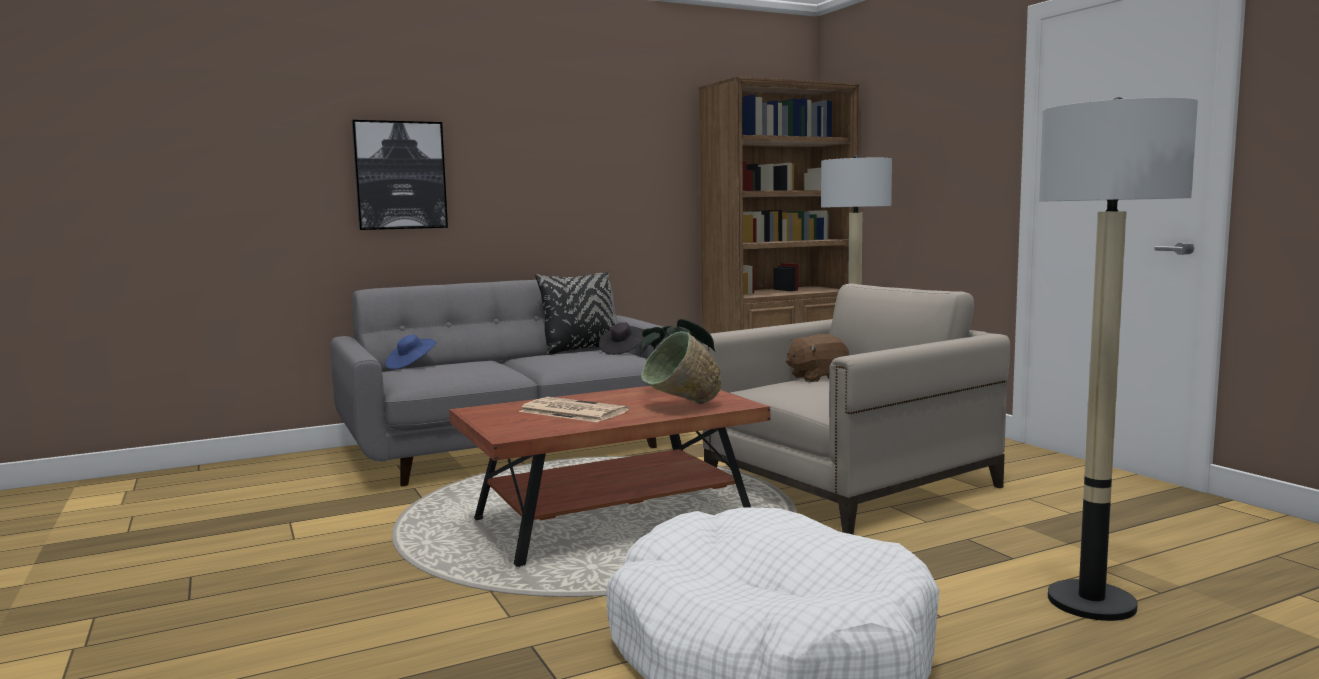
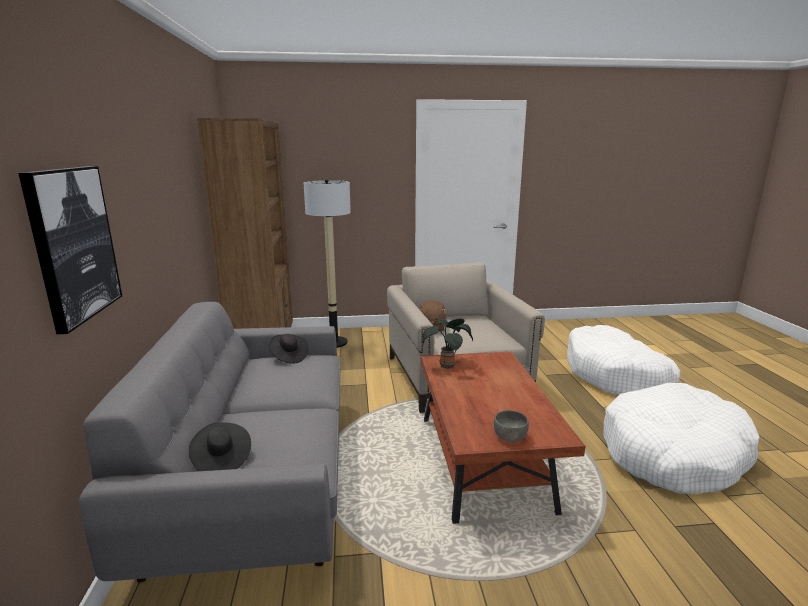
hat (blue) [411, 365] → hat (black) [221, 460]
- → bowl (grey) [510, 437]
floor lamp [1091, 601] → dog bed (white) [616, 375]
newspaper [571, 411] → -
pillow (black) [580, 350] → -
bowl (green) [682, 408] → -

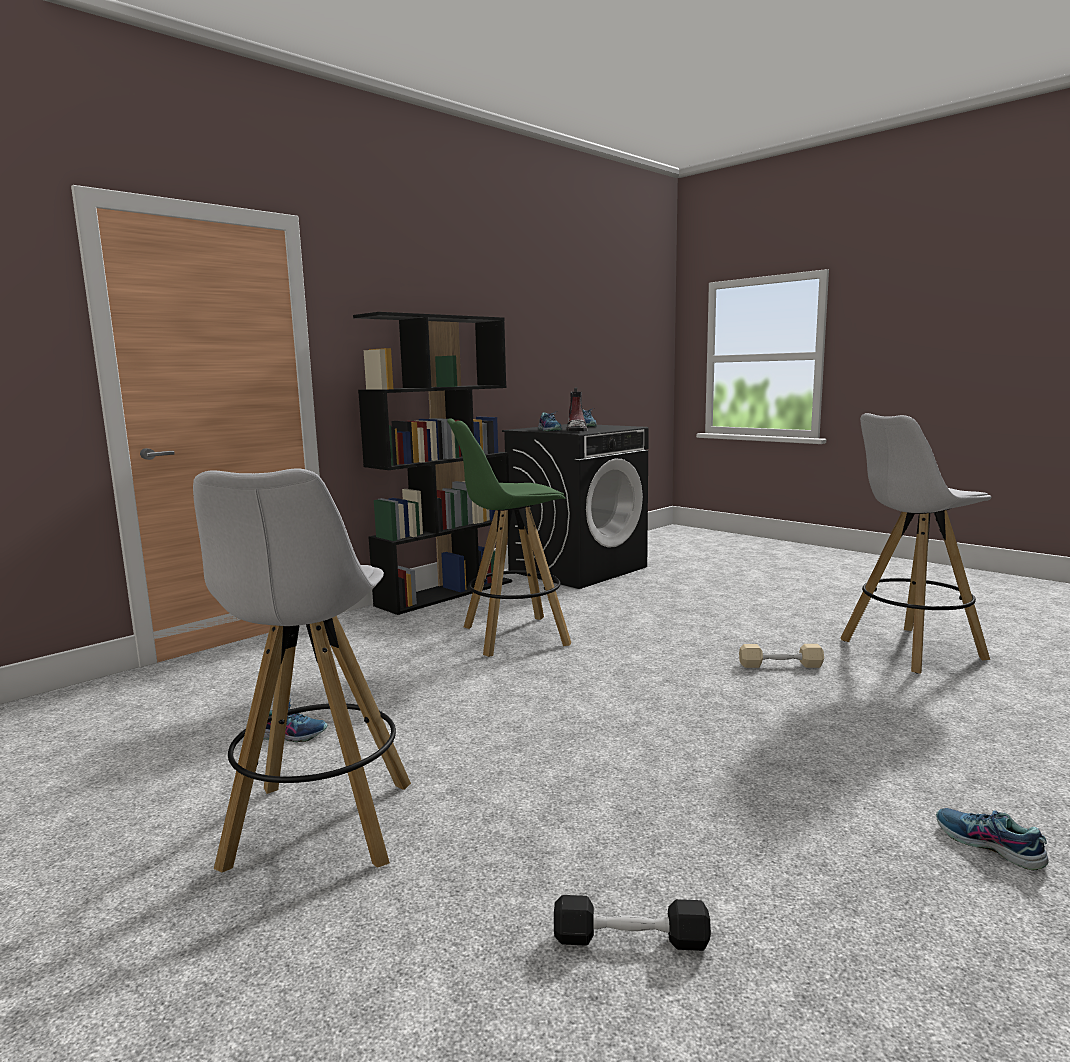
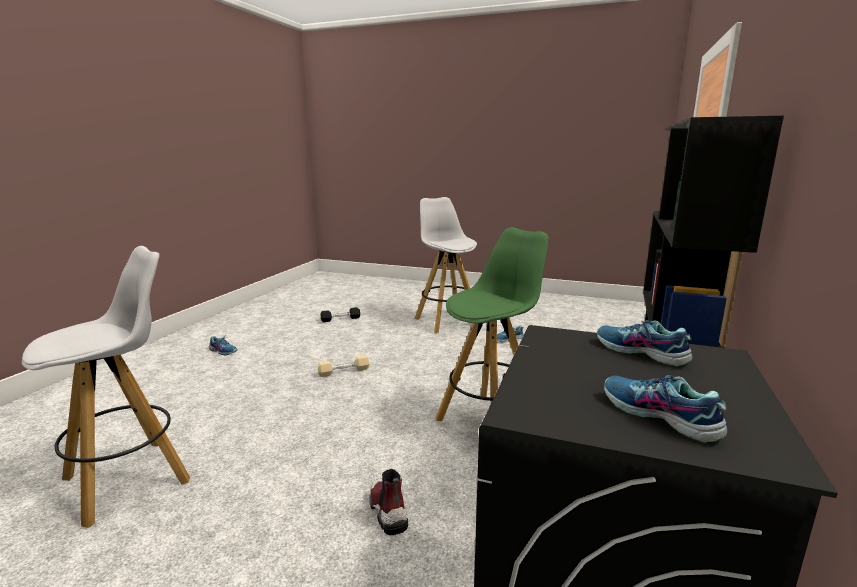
dumbbell (beige) [780, 665] → dumbbell (beige) [344, 371], moved
boot [576, 430] → boot [387, 511], moved

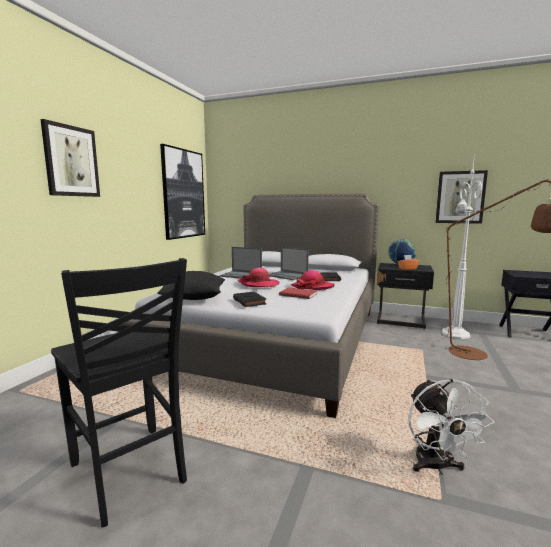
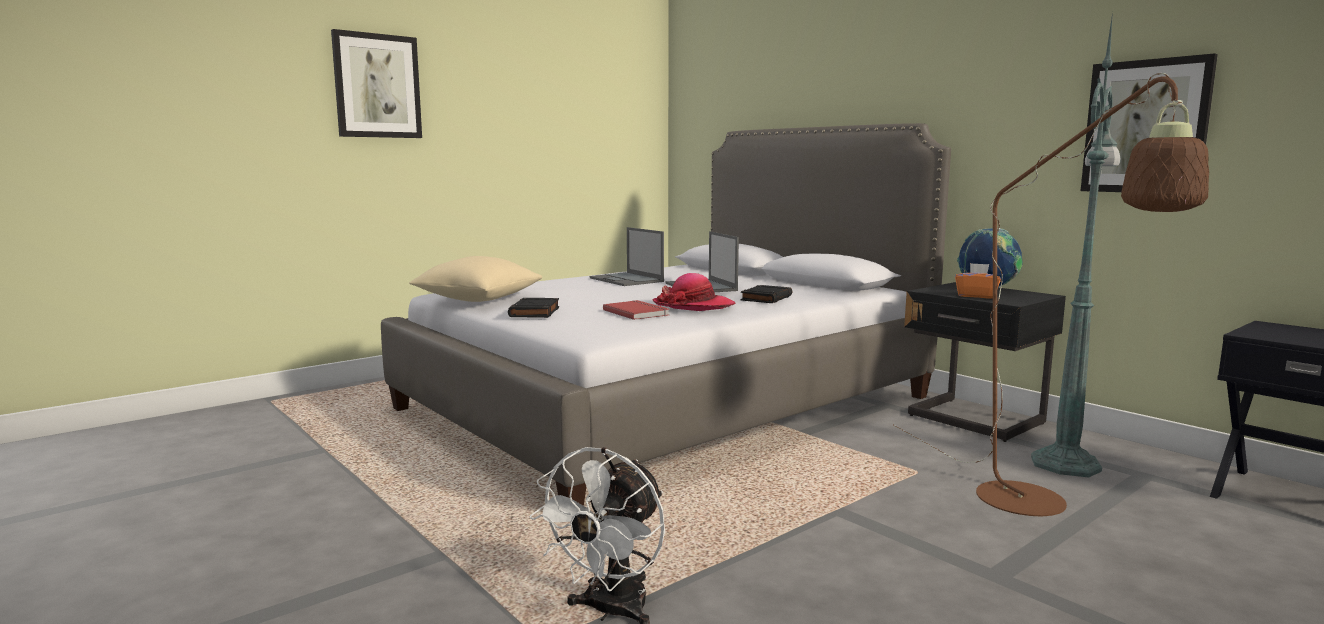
pillow (black) [194, 298] → pillow (beige) [478, 300]
floor lamp (white) [455, 333] → floor lamp (green) [1066, 463]
chair (black) [129, 473] → -
picture [183, 194] → -
hat [258, 284] → -

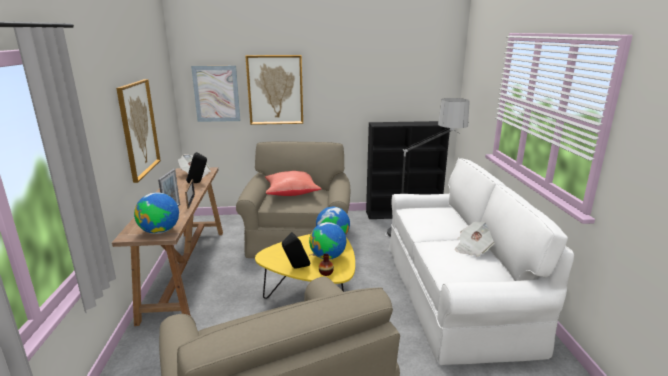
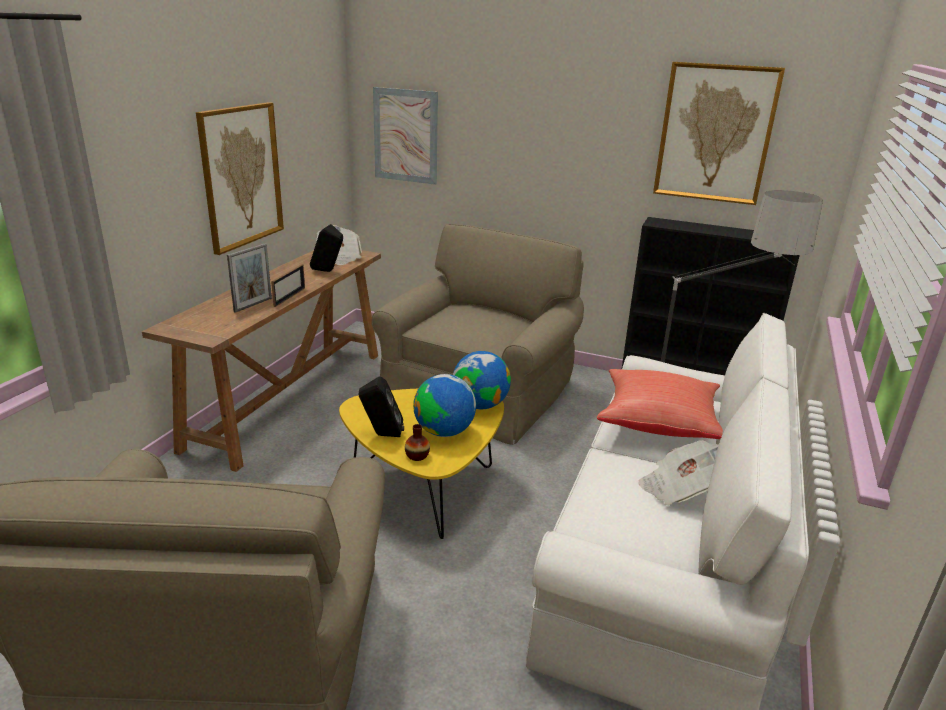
pillow (red) [291, 192] → pillow (red) [658, 422], moved
picture [275, 90] → picture [715, 133], moved
globe [160, 231] → -

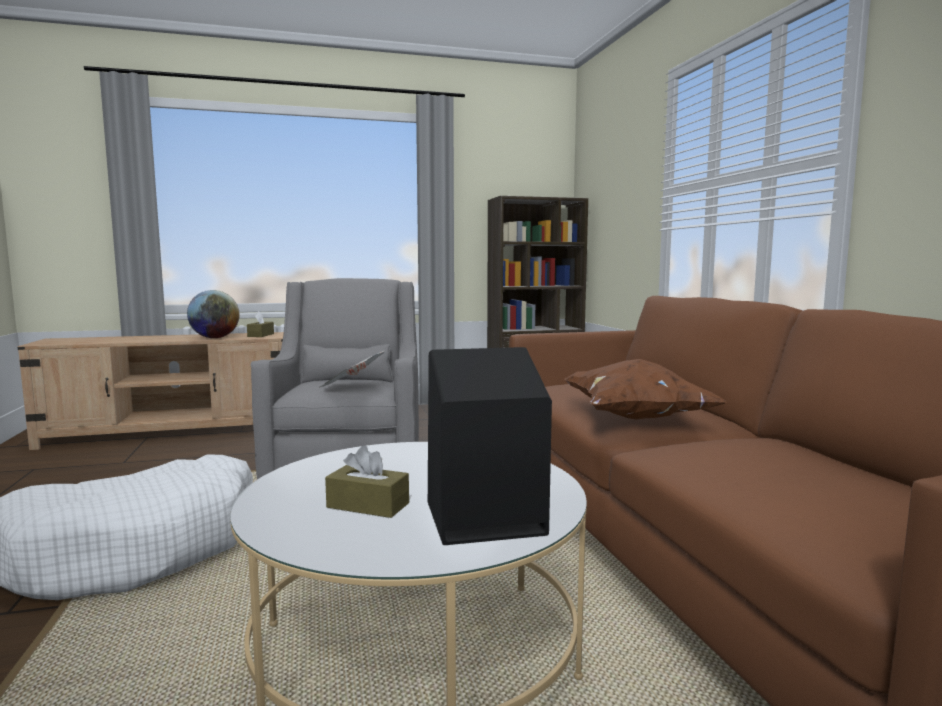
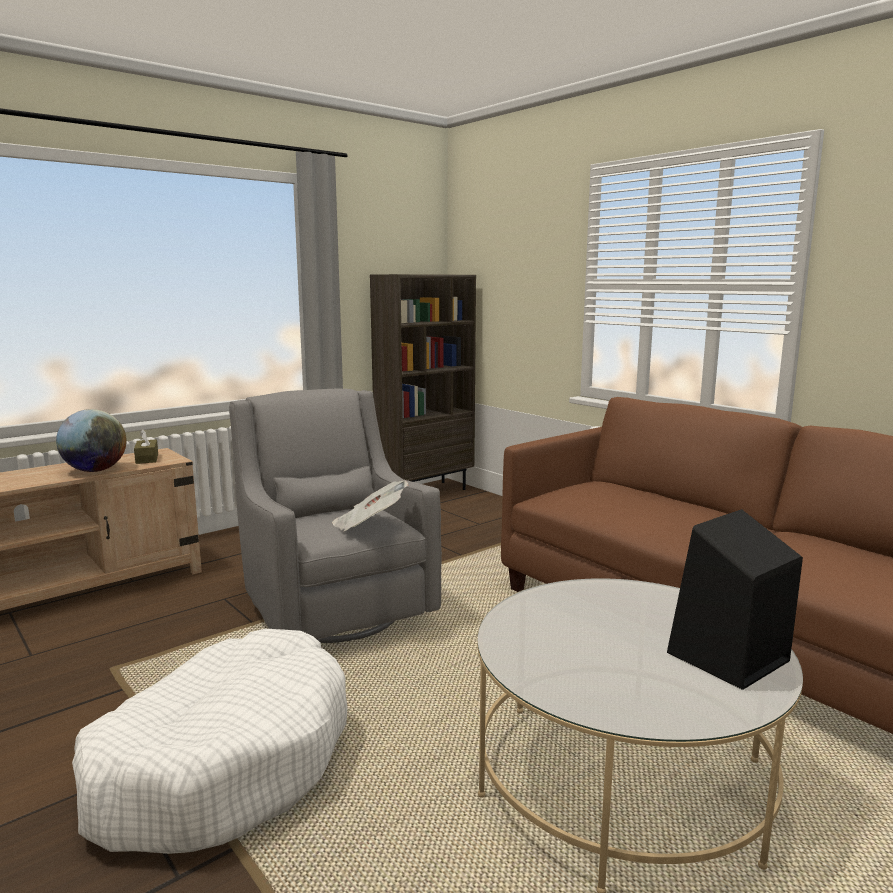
tissue box (brown) [368, 505] → -
pillow (brown) [634, 418] → -

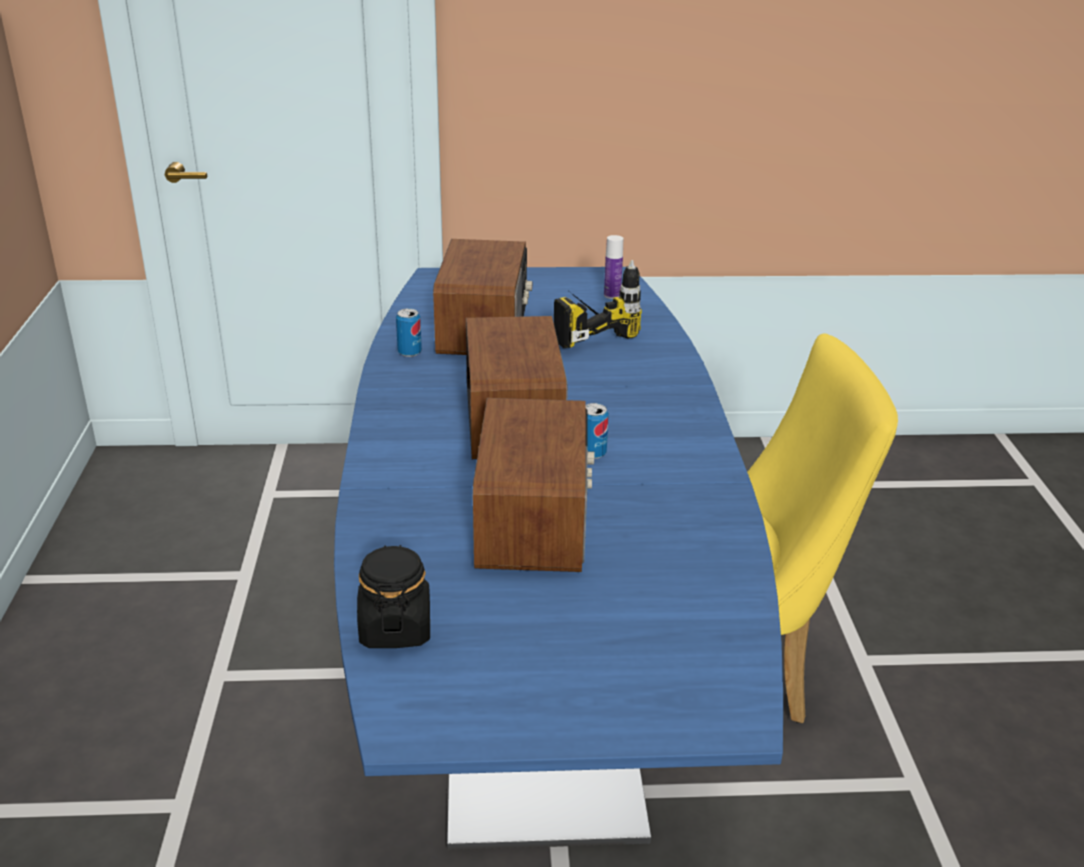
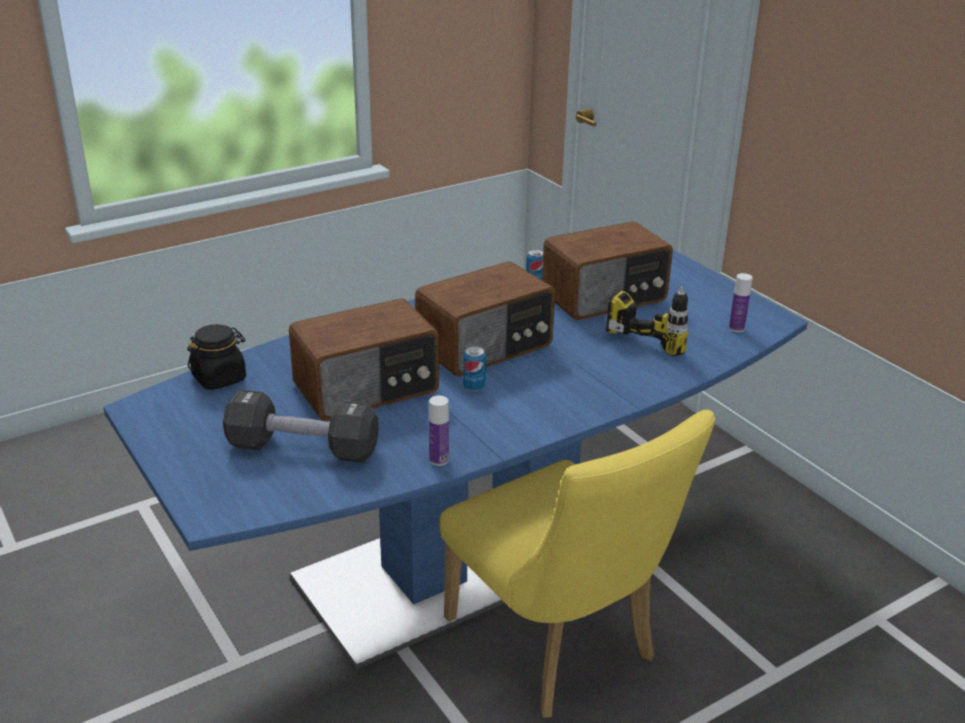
- → dumbbell (black) [303, 448]
- → bottle [439, 460]

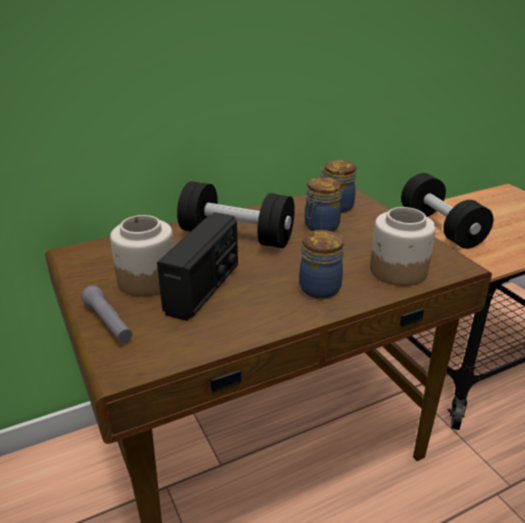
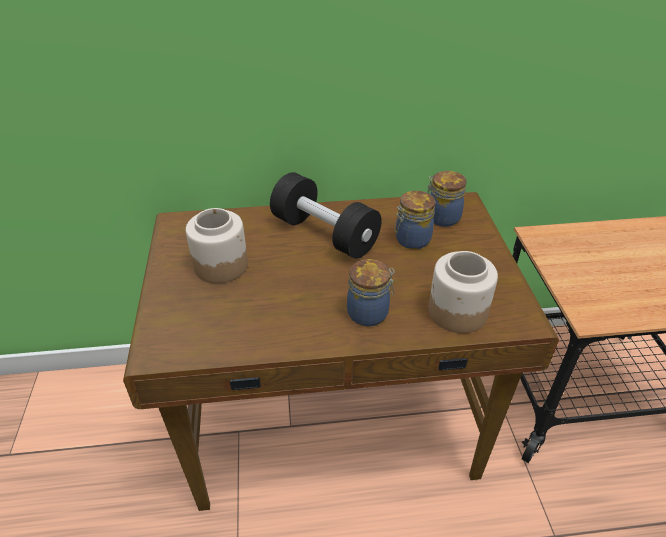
flashlight (grey) [108, 322] → -
radio [203, 288] → -
dumbbell (black) [441, 228] → -

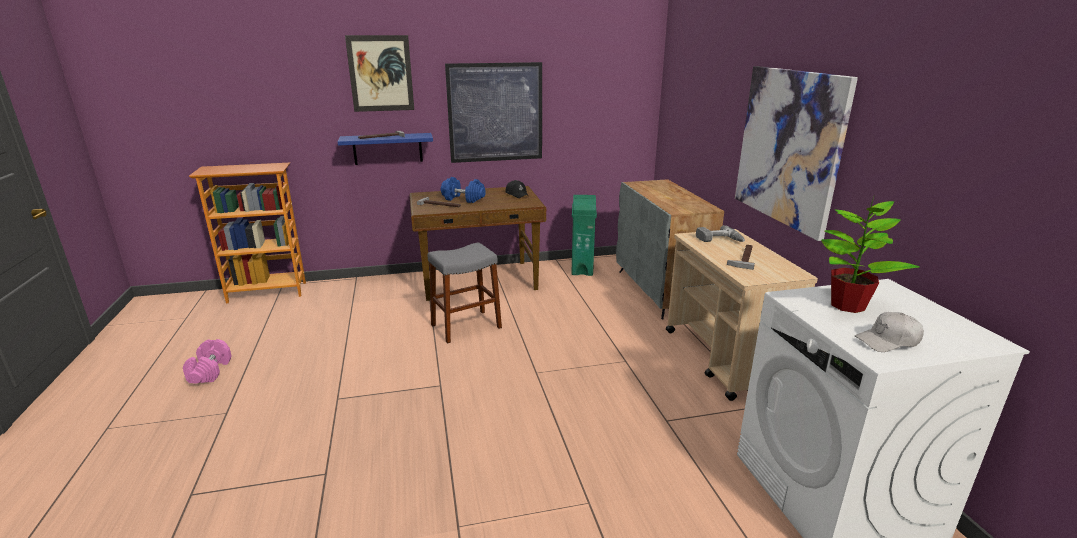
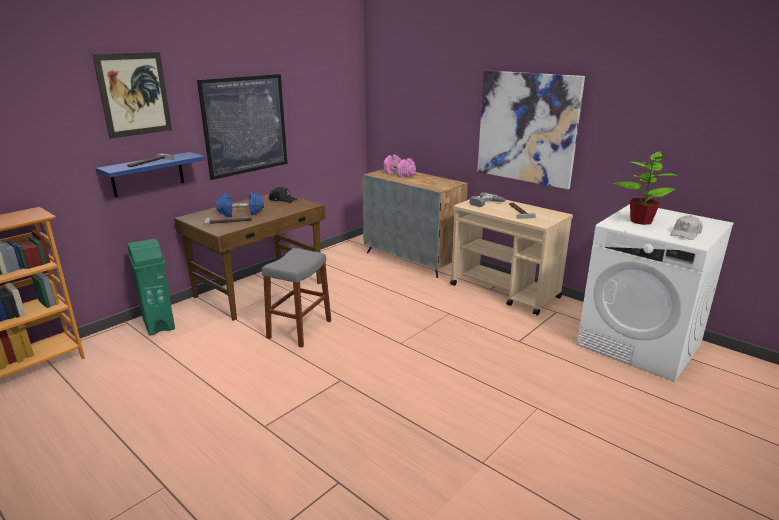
trash can (green) [582, 269] → trash can (green) [159, 324], moved
dumbbell (pink) [210, 371] → dumbbell (pink) [399, 174], moved

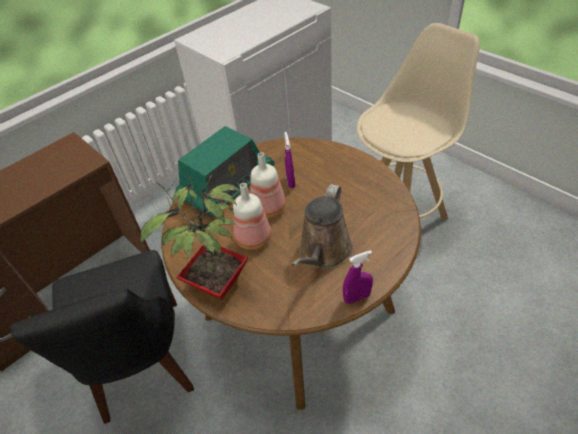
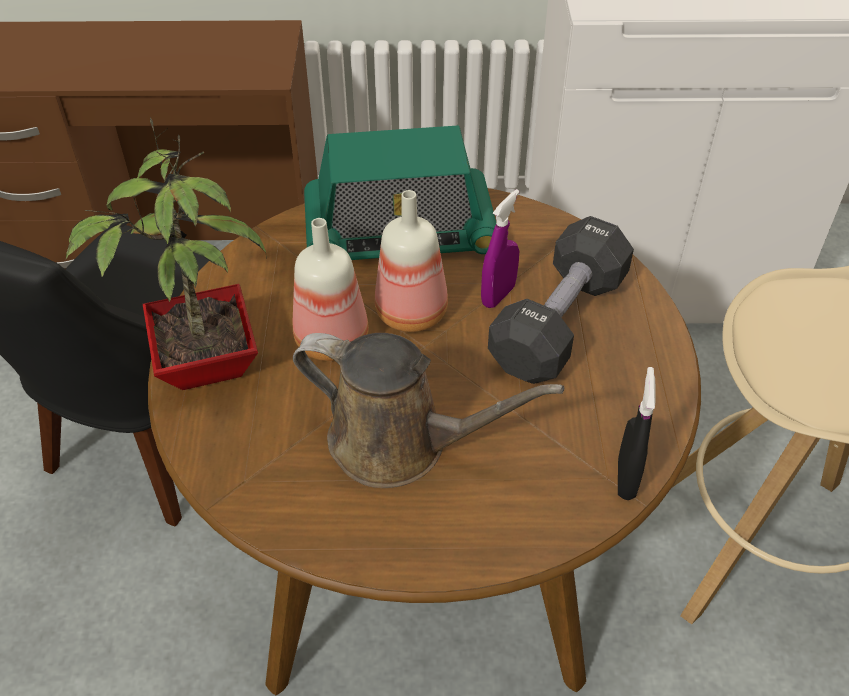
watering can (brown) [323, 252] → watering can (brown) [399, 443], 135 degrees counterclockwise
- → dumbbell (black) [558, 323]
- → spray bottle (black) [626, 479]
spray bottle (purple) [357, 297] → -

